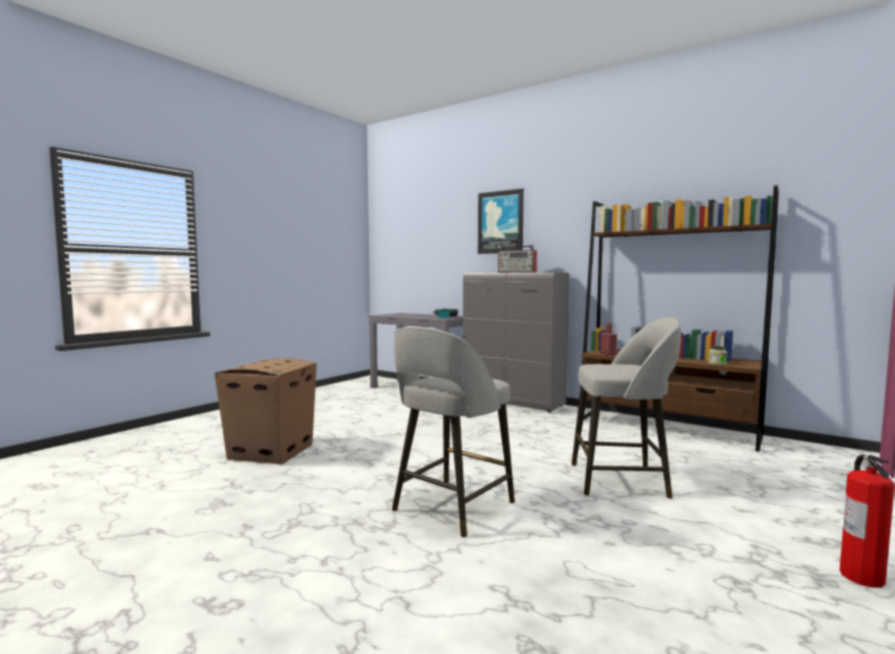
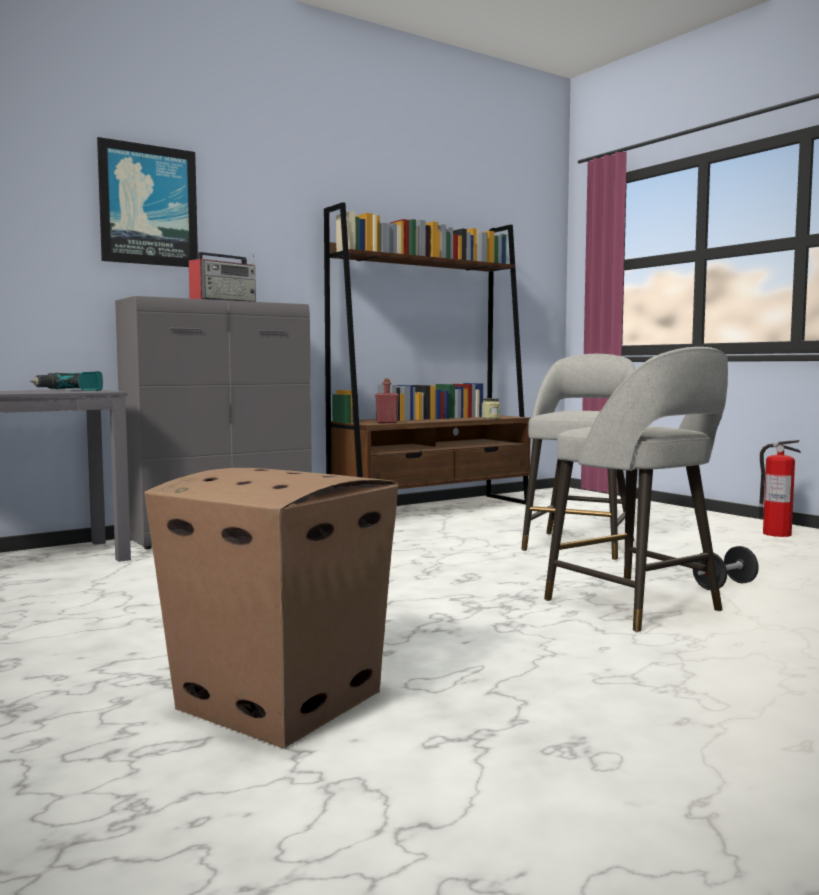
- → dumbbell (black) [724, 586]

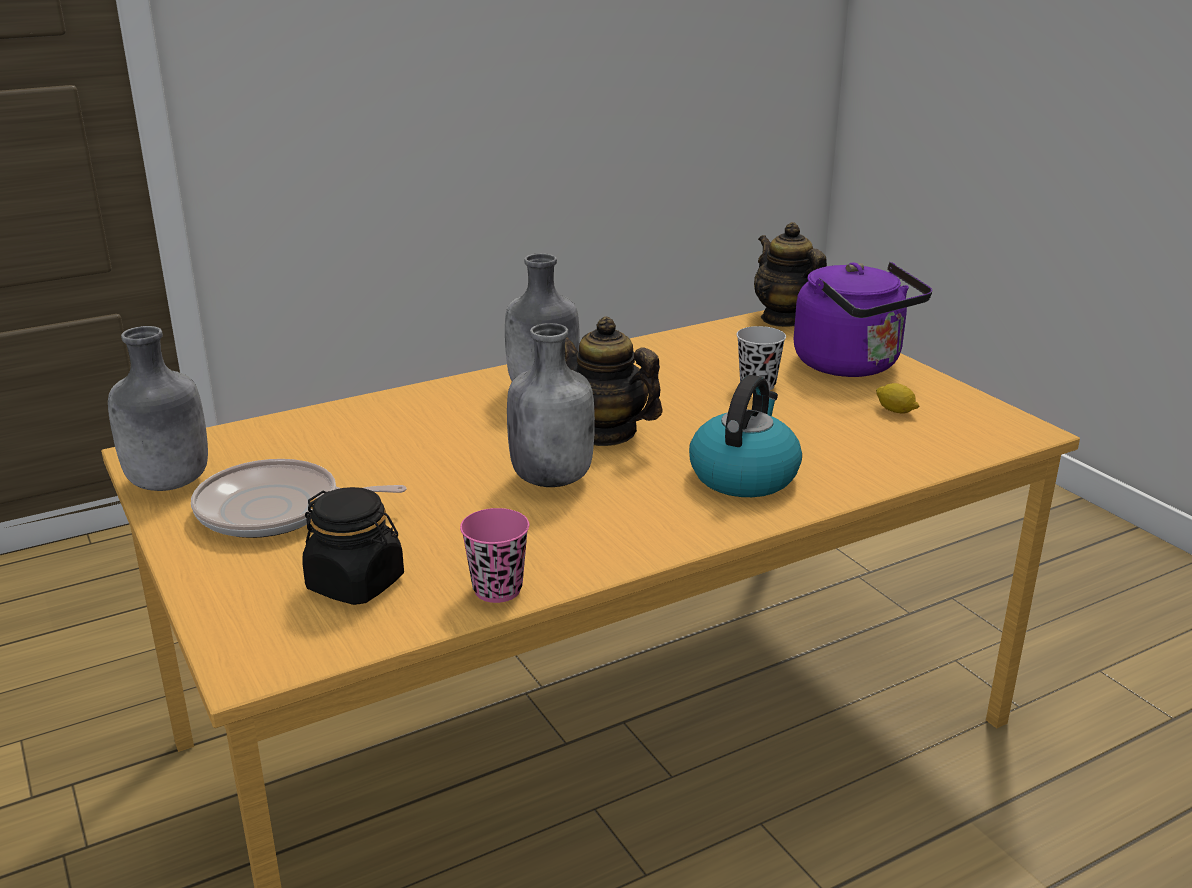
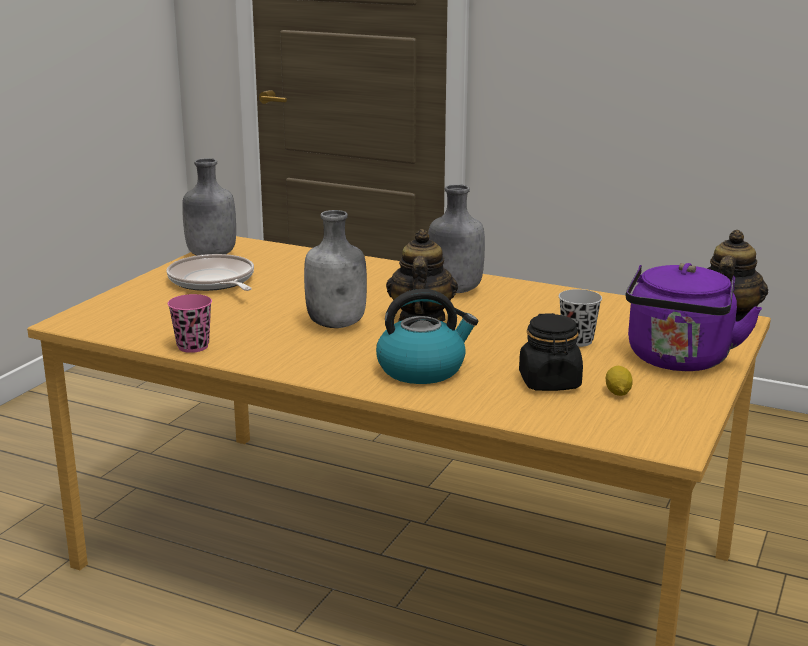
jar (black) [356, 583] → jar (black) [549, 382], moved

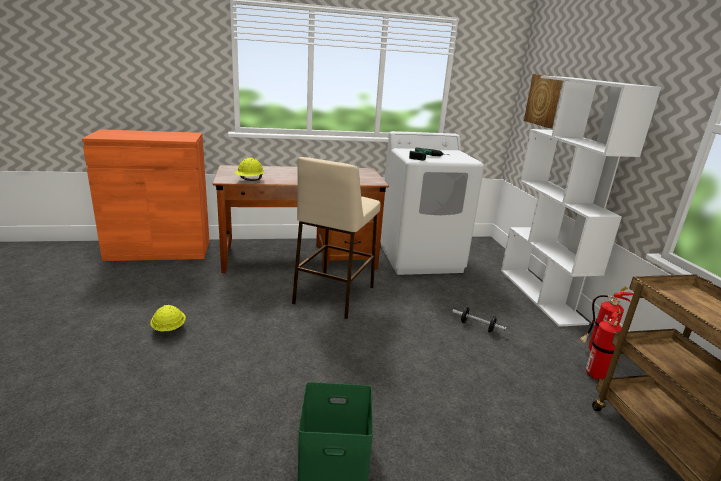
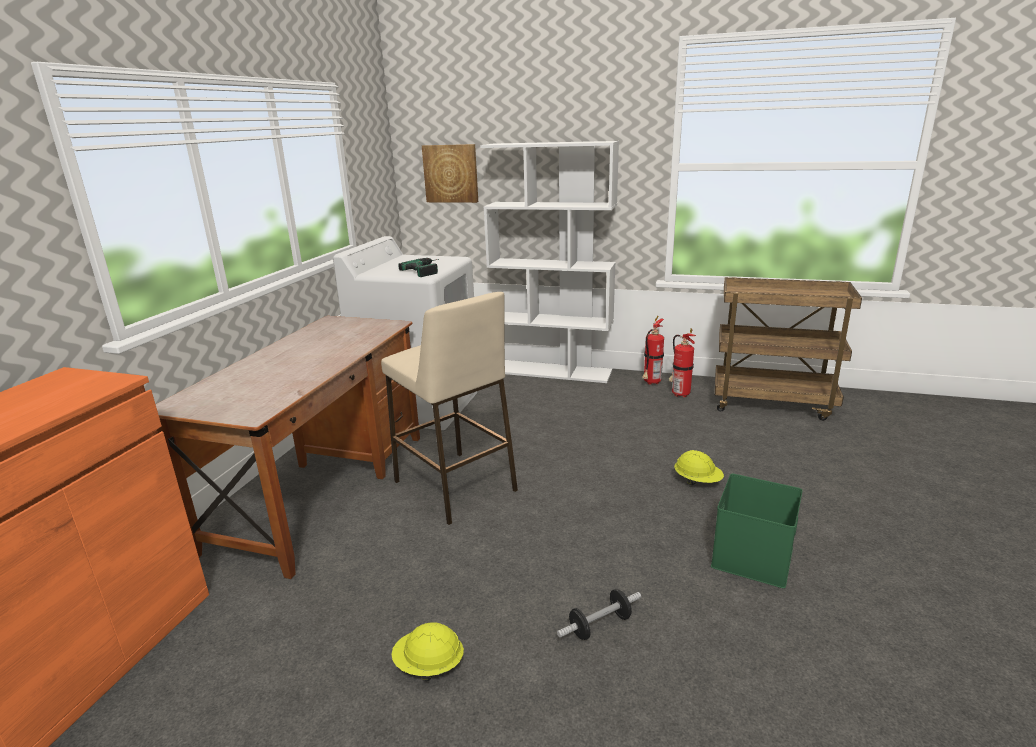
dumbbell [477, 326] → dumbbell [600, 625], moved
hard hat (yellow) [249, 180] → hard hat (yellow) [697, 481], moved

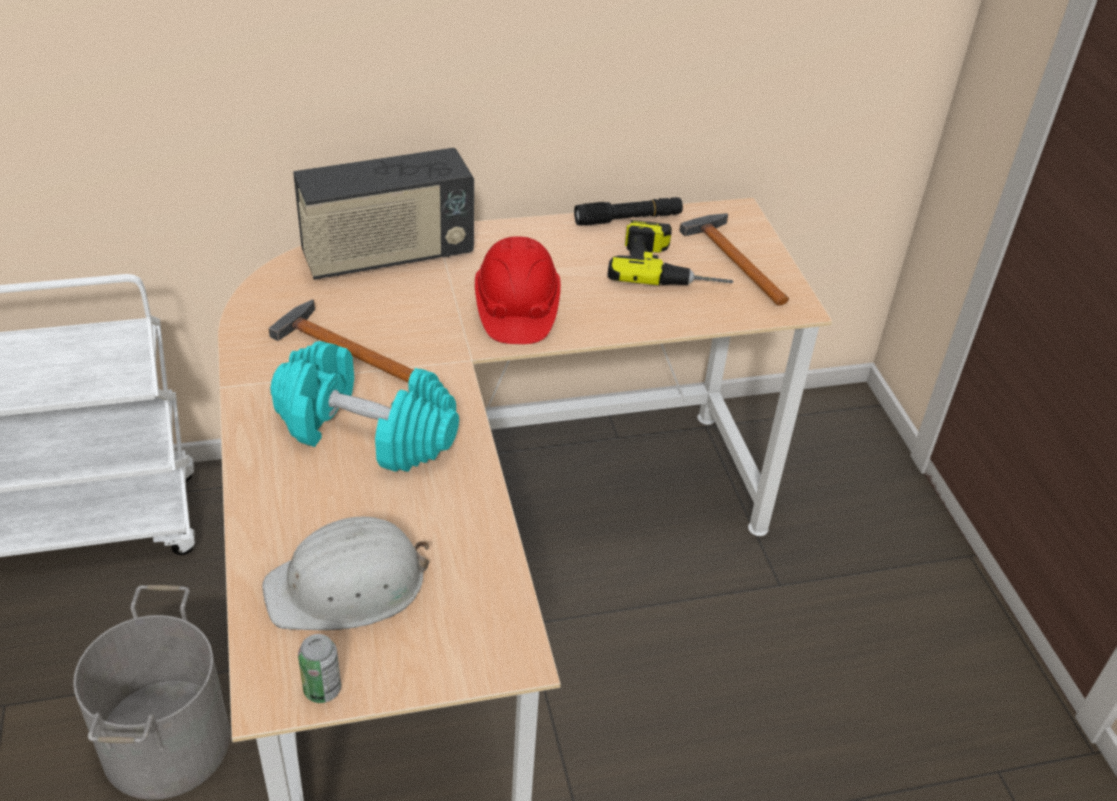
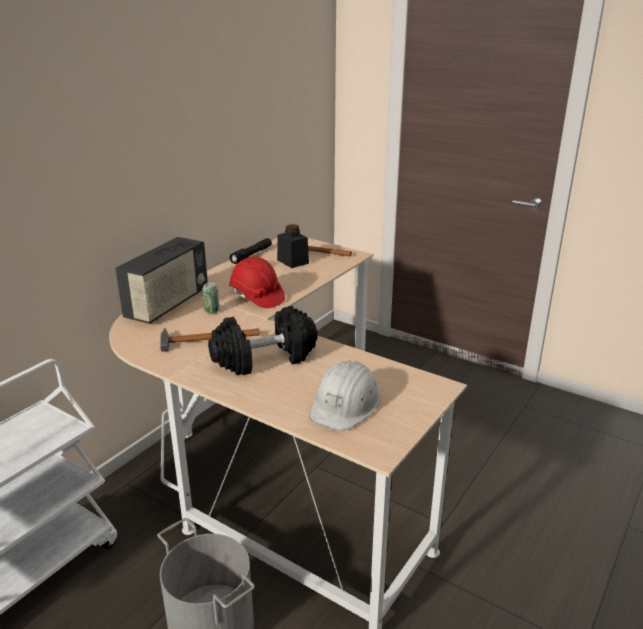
can [322, 689] → can [212, 311], moved
dumbbell (turquoise) [365, 433] → dumbbell (black) [264, 359]
power drill [670, 266] → jar (black) [293, 261]

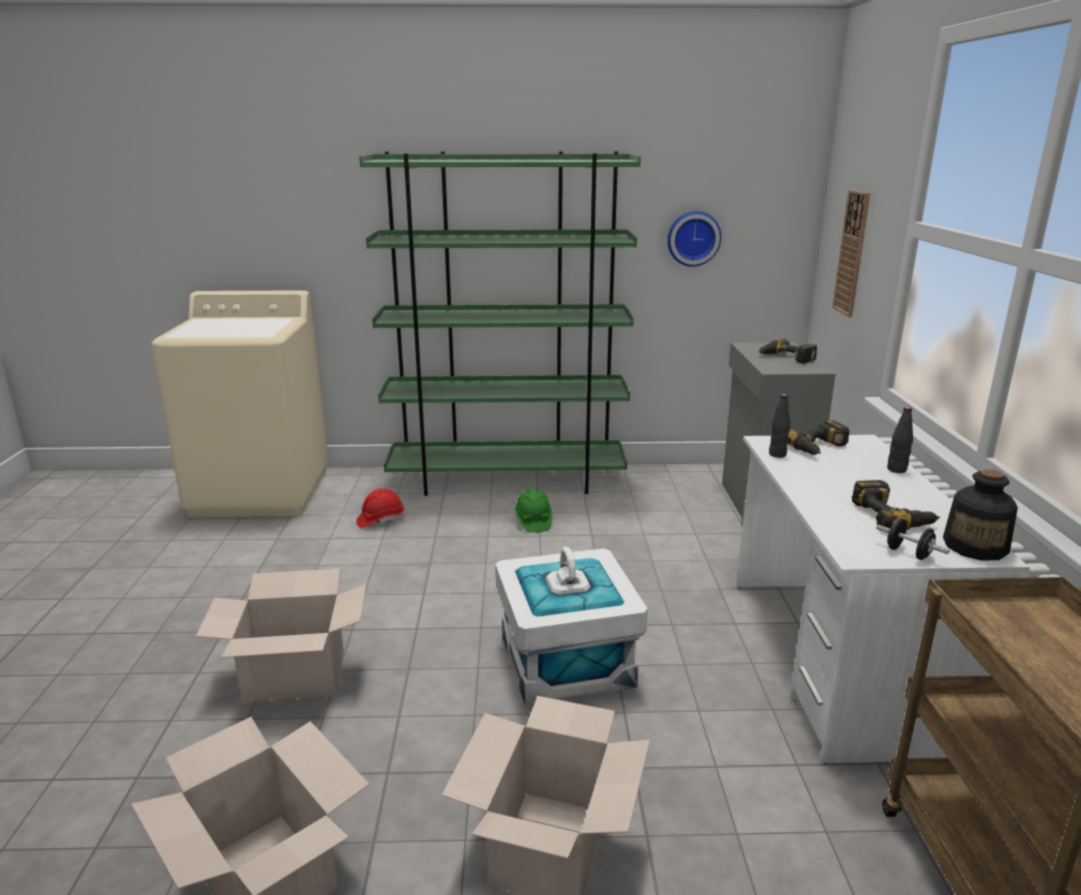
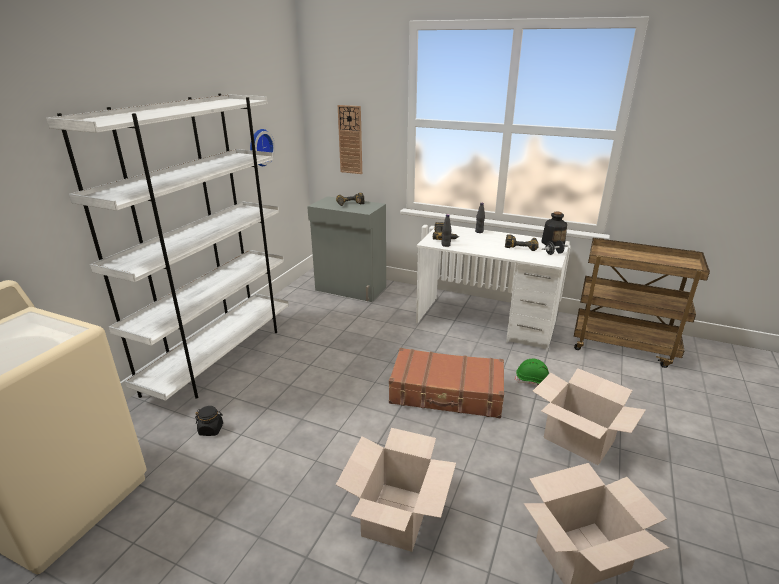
bookcase (green) [507, 481] → bookcase (white) [221, 356]
hard hat (red) [380, 520] → jar (black) [211, 429]
storage box (white) [567, 661] → suitcase (brown) [446, 393]
hard hat (green) [533, 521] → hard hat (green) [533, 381], moved

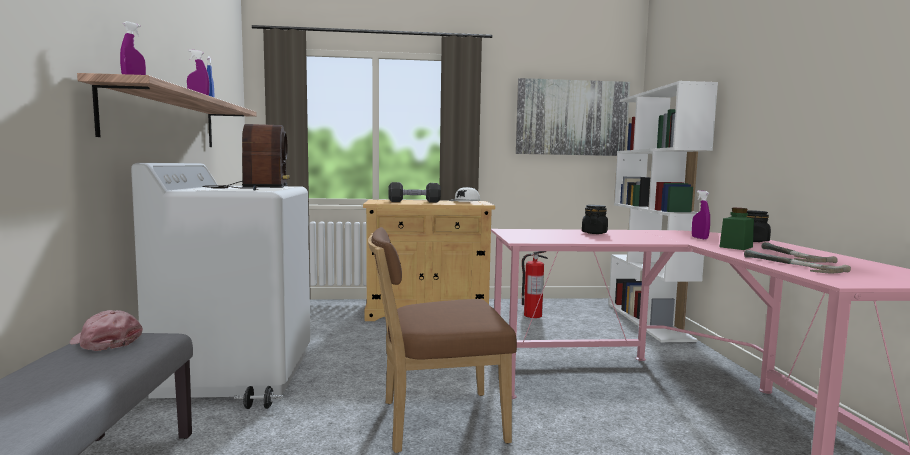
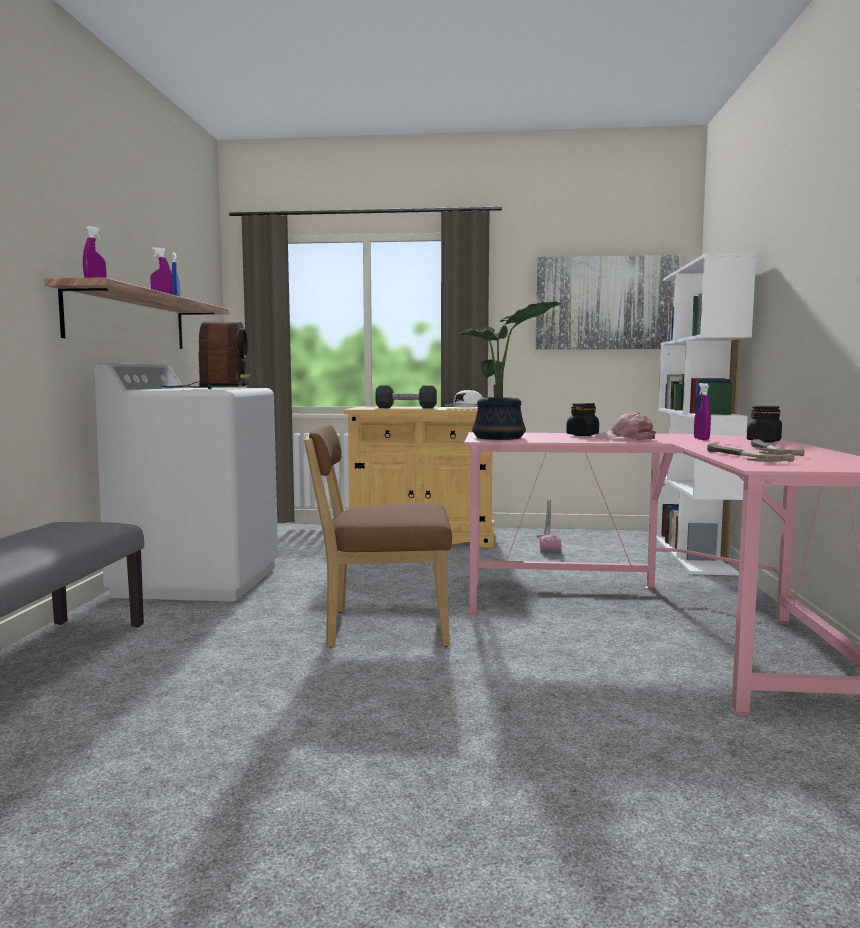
- → potted plant [501, 438]
fire extinguisher [532, 315] → vacuum cleaner [547, 544]
cap (pink) [105, 341] → cap (pink) [625, 439], moved
dumbbell (black) [258, 407] → -
jar (green) [736, 247] → -

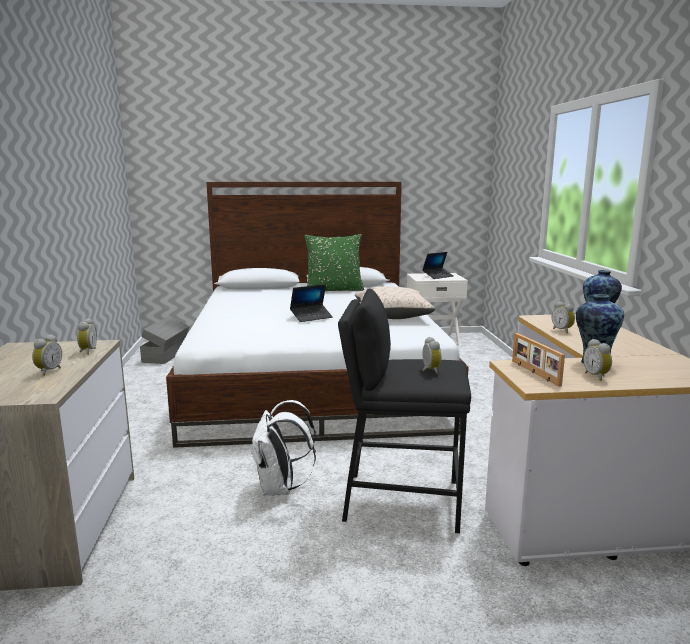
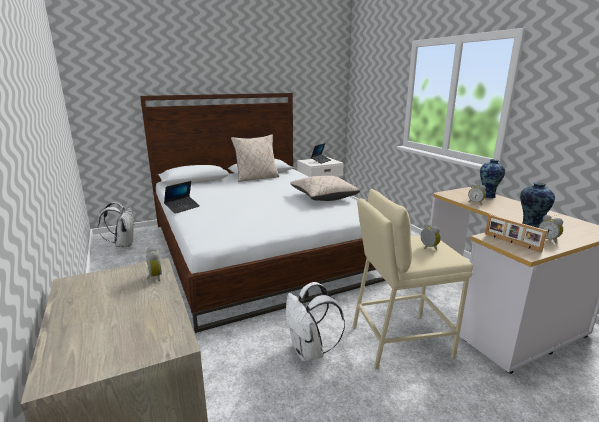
storage box (grey) [166, 354] → backpack (white) [123, 244]
laptop [311, 317] → laptop [182, 208], moved
pillow (green) [334, 290] → pillow (beige) [257, 178]
stool (black) [401, 500] → stool (beige) [399, 341]
alarm clock [48, 371] → -

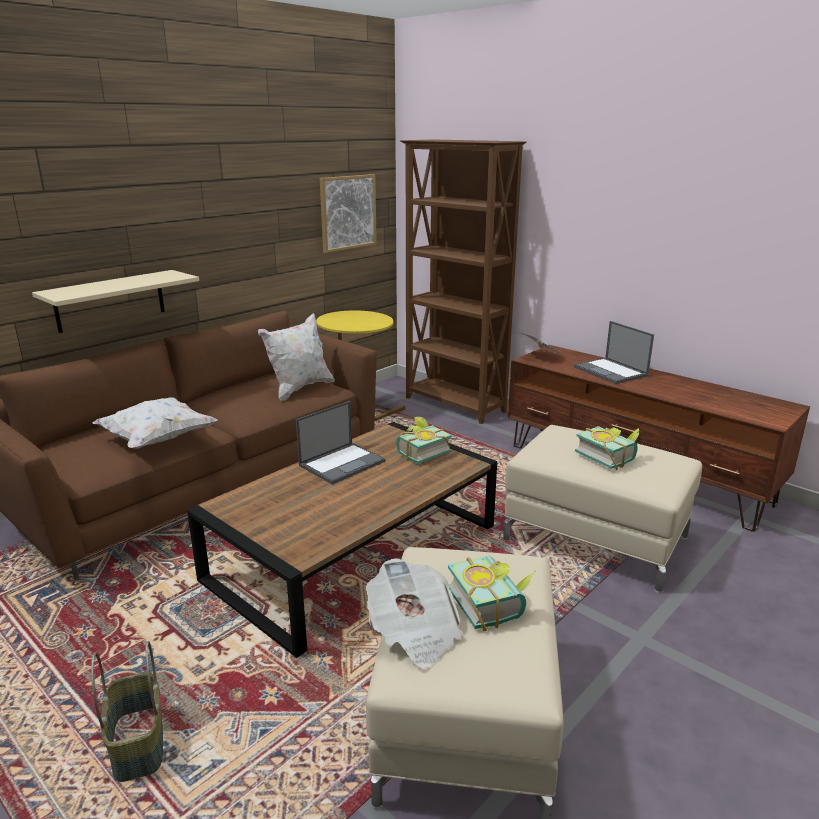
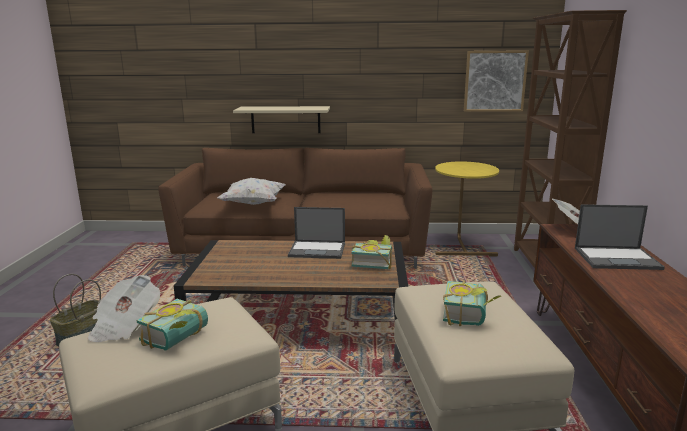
laptop [611, 371] → laptop [617, 258], 105 degrees counterclockwise
pillow (white) [299, 388] → -

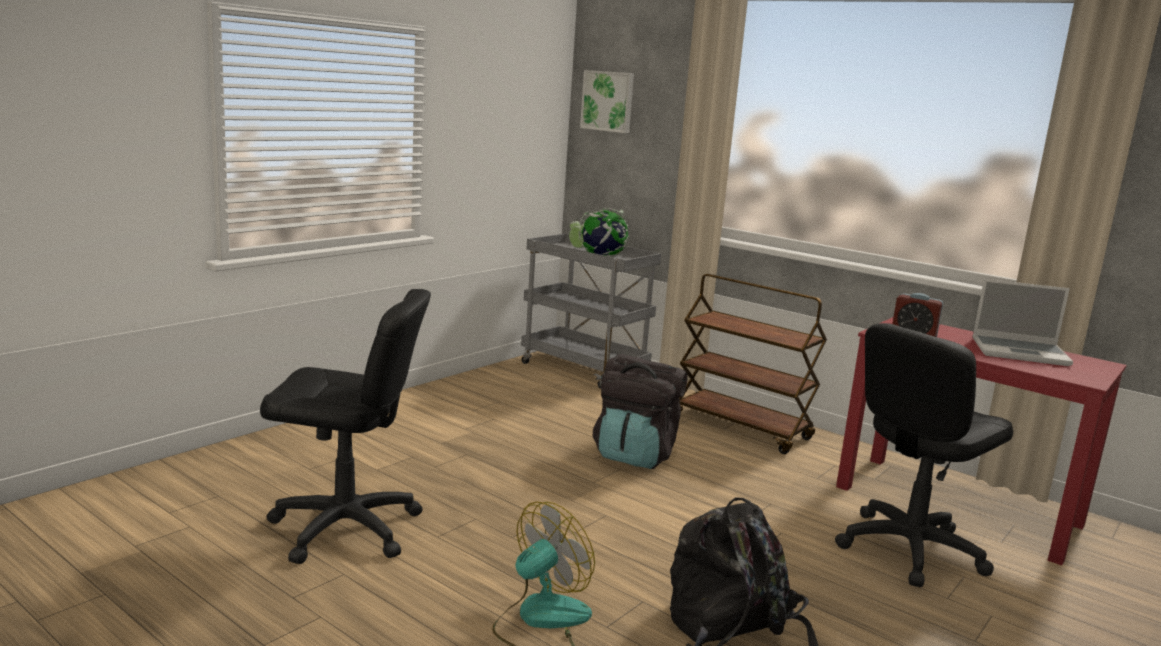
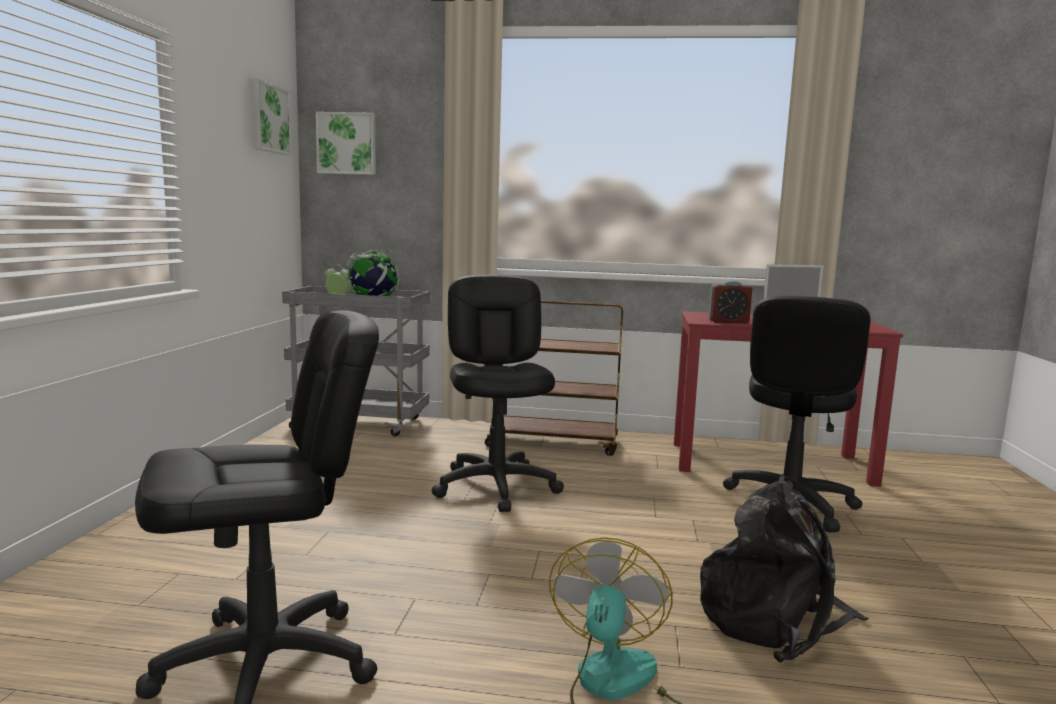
- → picture [268, 118]
backpack (black) [635, 455] → office chair (black) [496, 487]

